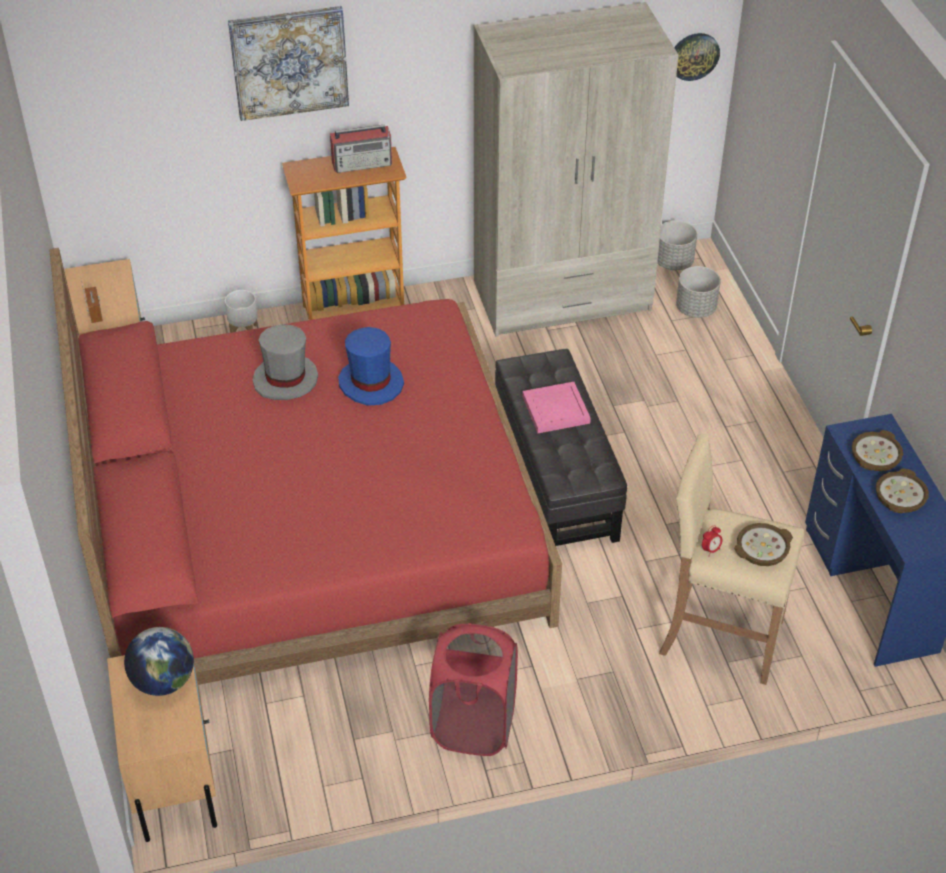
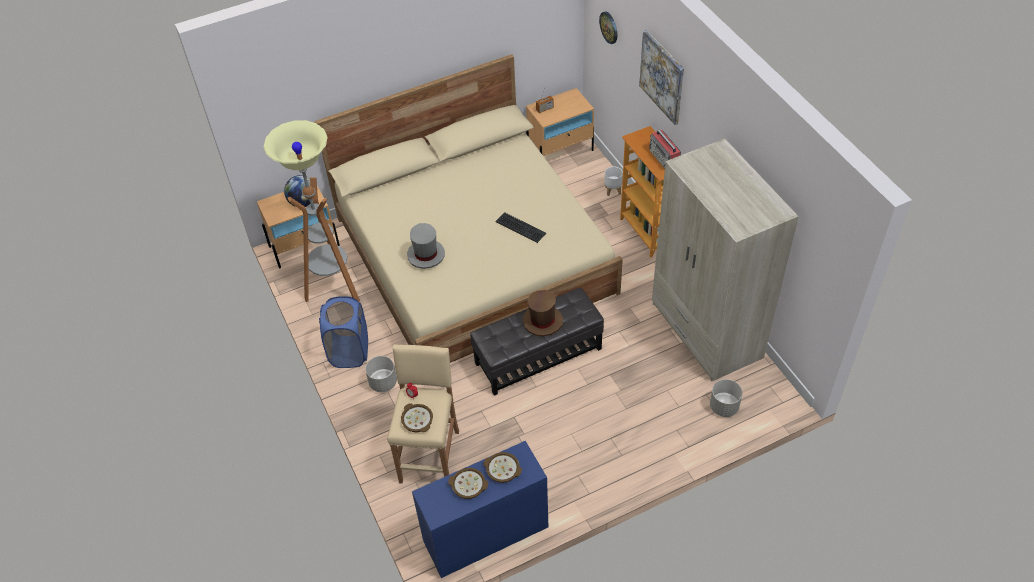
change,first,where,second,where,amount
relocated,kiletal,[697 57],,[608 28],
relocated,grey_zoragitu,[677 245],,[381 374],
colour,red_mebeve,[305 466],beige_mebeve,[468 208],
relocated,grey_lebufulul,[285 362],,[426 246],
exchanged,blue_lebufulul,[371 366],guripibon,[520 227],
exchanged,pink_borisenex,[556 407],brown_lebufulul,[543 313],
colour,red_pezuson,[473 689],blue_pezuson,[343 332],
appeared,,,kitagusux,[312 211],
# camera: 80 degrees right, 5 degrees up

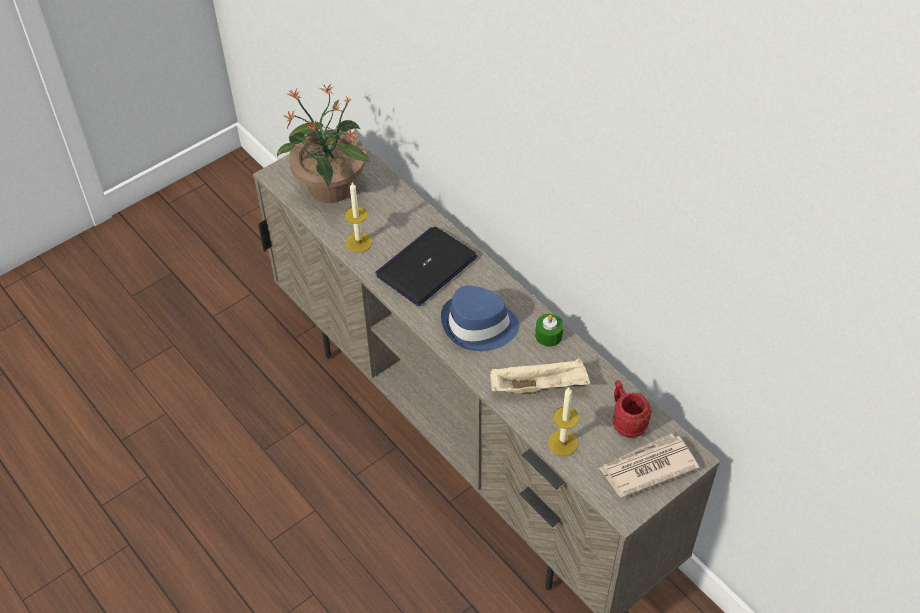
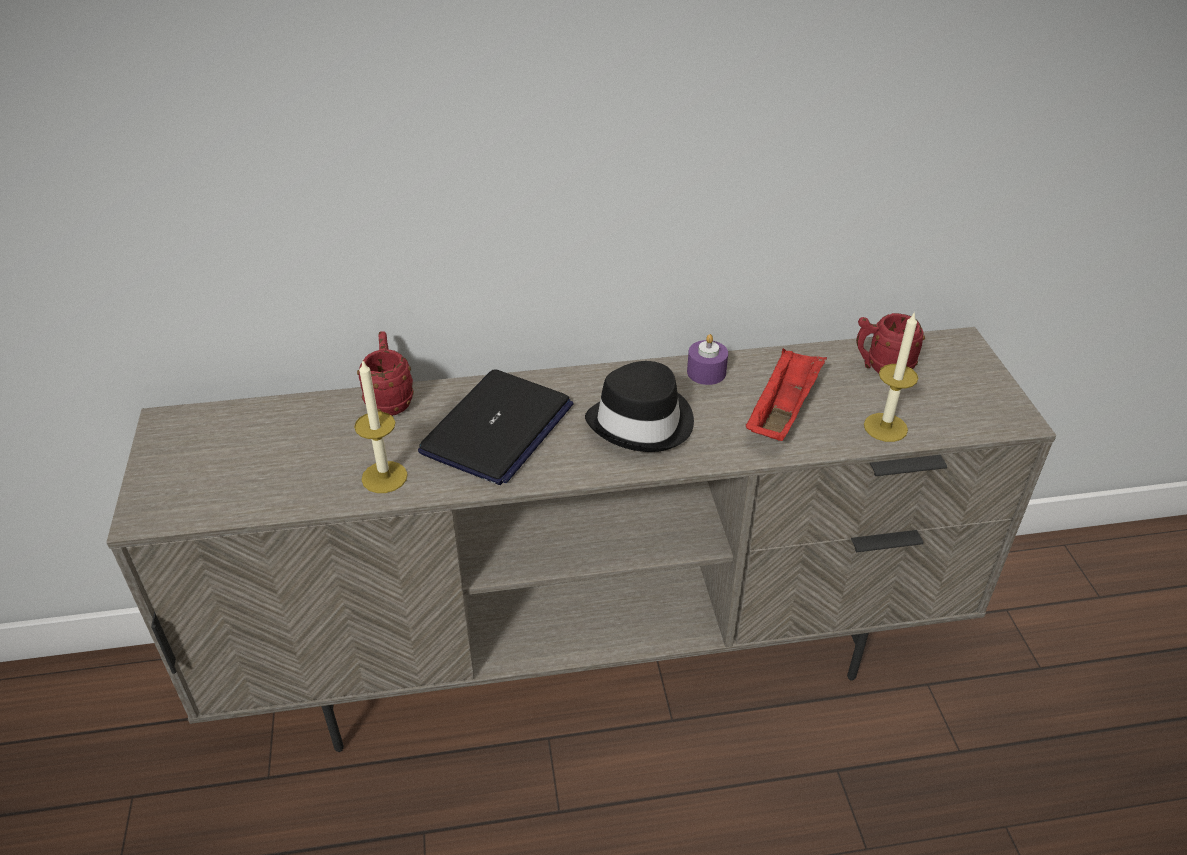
change,first,where,second,where,amount
missing,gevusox,[324 143],,,
spun,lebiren,[426 266],,[496 427],135 degrees counterclockwise
colour,blue_lebufulul,[480 318],black_lebufulul,[639 406],
colour,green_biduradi,[549 330],purple_biduradi,[707 359],
colour,beige_borisenex,[540 376],red_borisenex,[786 394],
missing,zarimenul,[649 465],,,
appeared,,,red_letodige,[385 374],
# camera: 60 degrees left, 10 degrees down

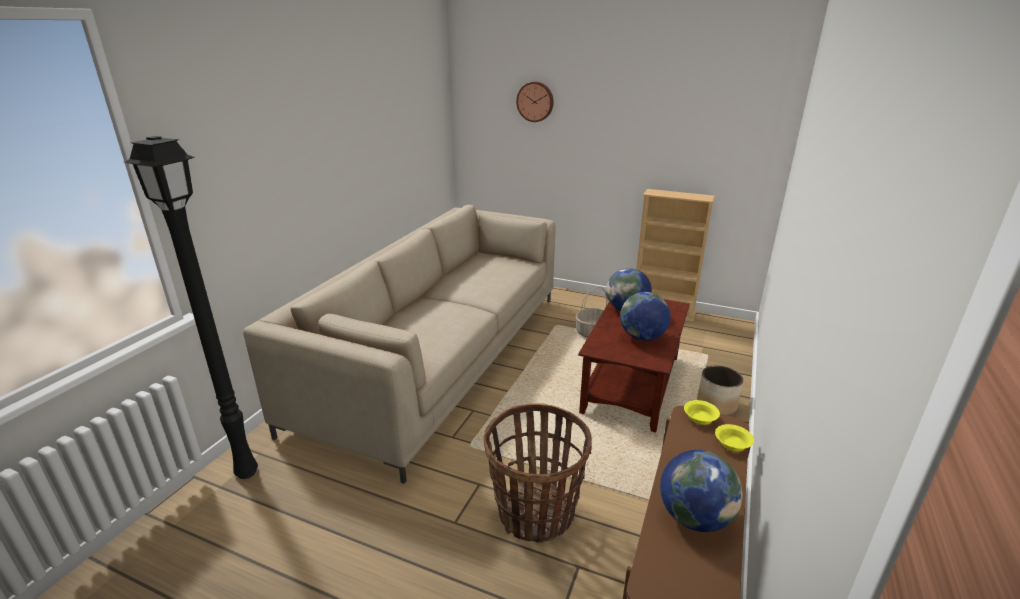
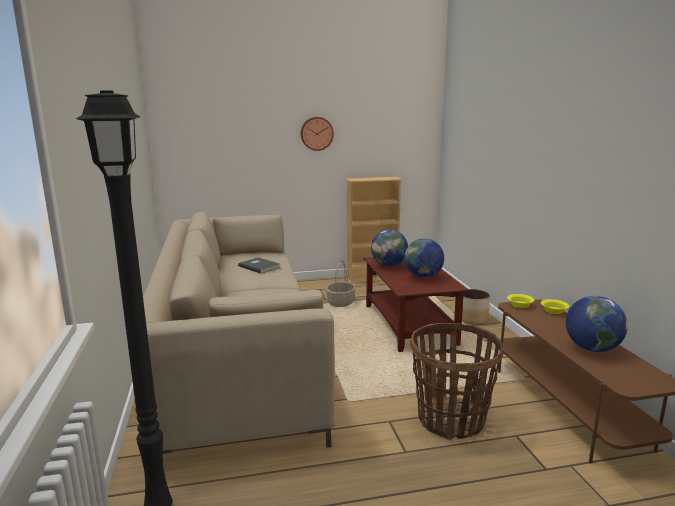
change,first,where,second,where,amount
relocated,kiletal,[535 102],,[317 134],
appeared,,,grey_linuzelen,[259 265],
# camera: 35 degrees left, 10 degrees down

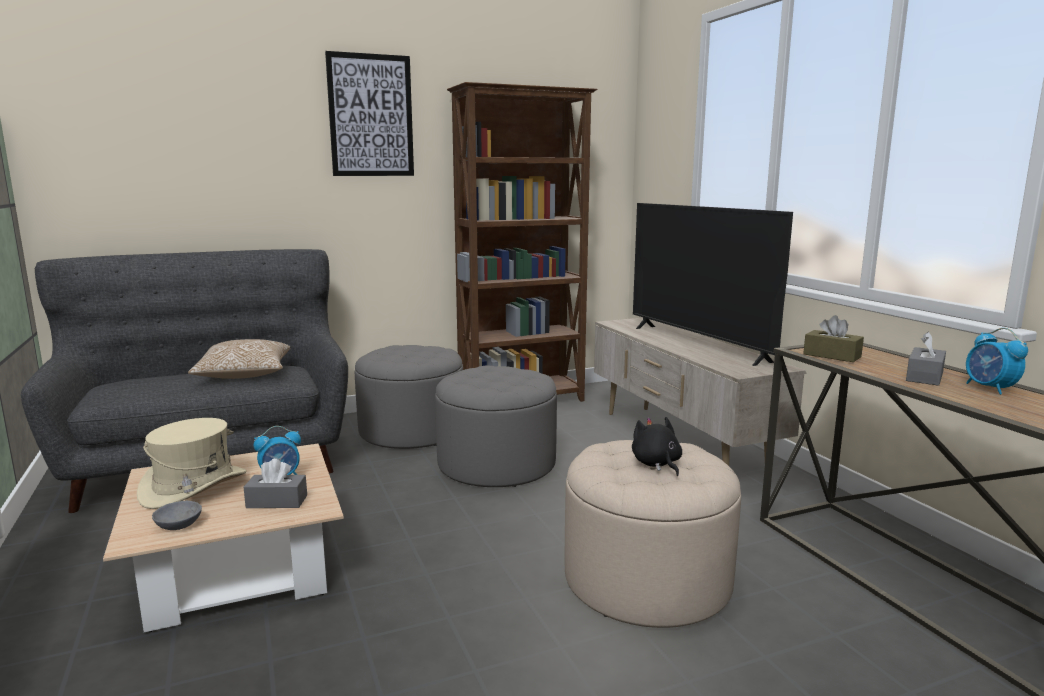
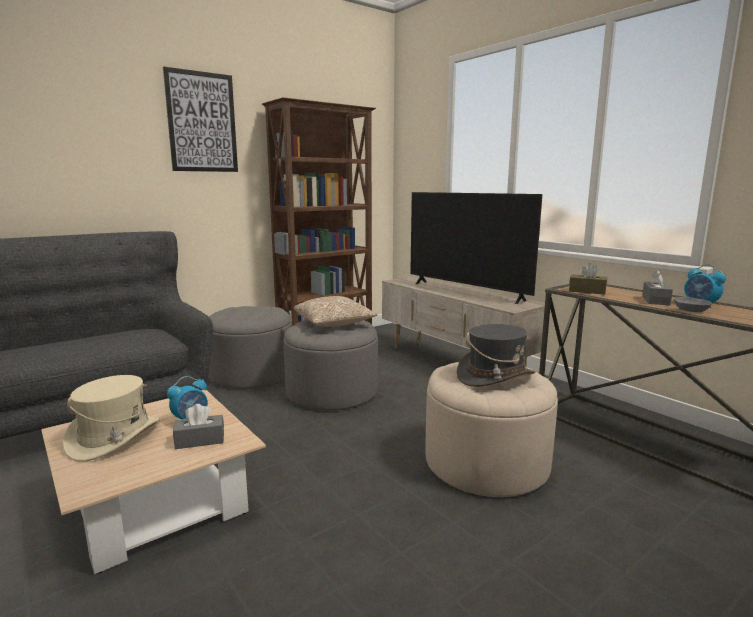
change,first,where,second,where,amount
relocated,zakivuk,[239 359],,[335 311],
exchanged,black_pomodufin,[657 446],grey_lebufulul,[496 355],
relocated,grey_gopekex,[177 515],,[693 304],
# camera: 15 degrees left, 0 degrees up

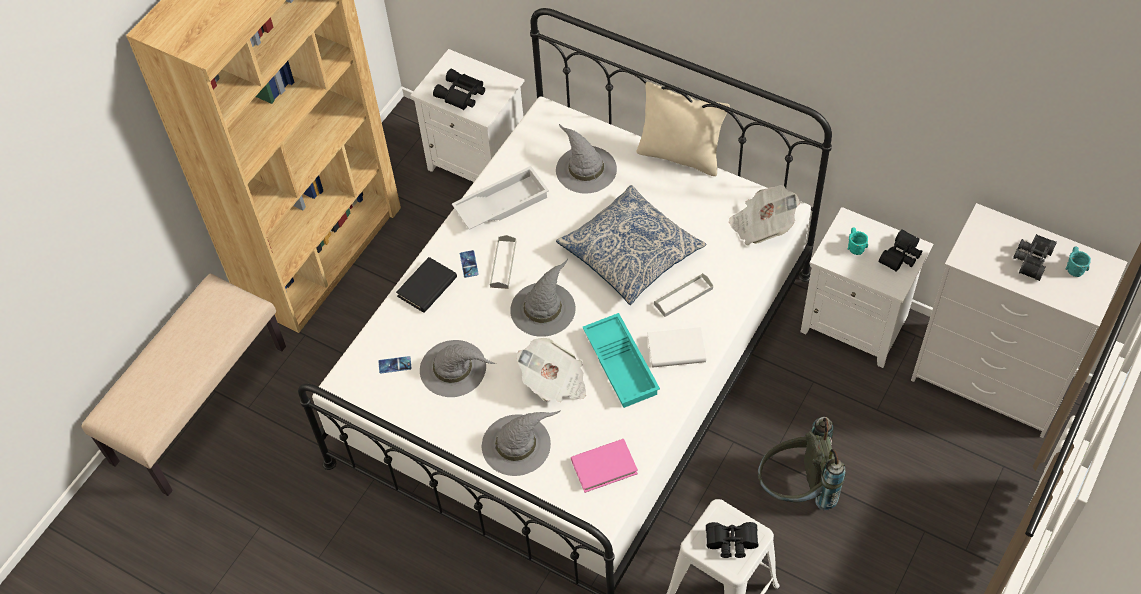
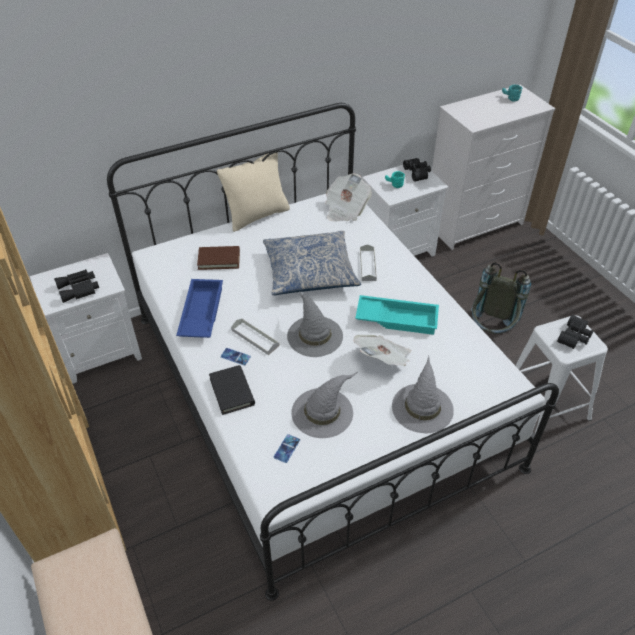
change,first,where,second,where,amount
exchanged,grey_lebufulul,[586 159],brown_linuzelen,[218 258],
colour,white_borisenex,[500 198],blue_borisenex,[199 308],
missing,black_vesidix,[1035 257],,,
missing,white_linuzelen,[677 347],,,
missing,pink_linuzelen,[604 466],,,
# camera: 60 degrees left, 10 degrees down

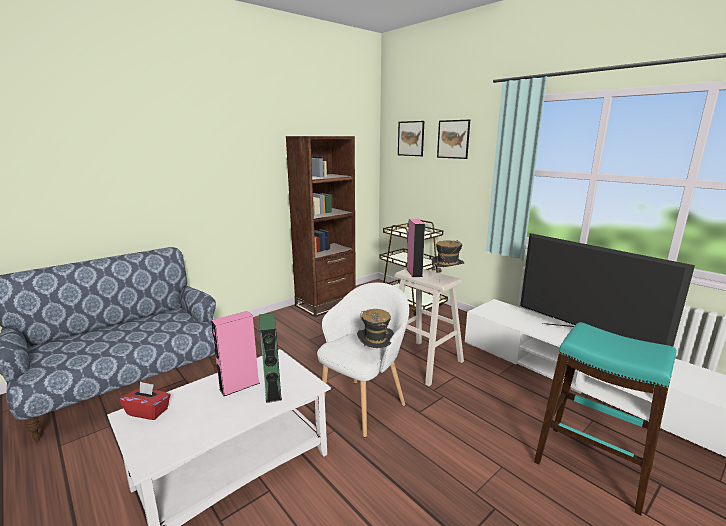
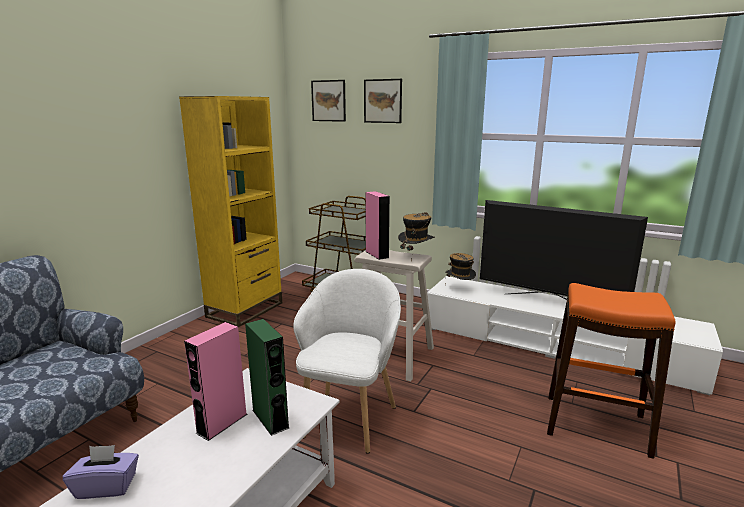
change,first,where,second,where,amount
colour,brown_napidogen,[321 226],yellow_napidogen,[230 211],
relocated,lebufulul,[375 328],,[461 266],
colour,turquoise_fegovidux,[605 419],orange_fegovidux,[611 371],
colour,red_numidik,[145 401],purple_numidik,[101 472],
# camera: 20 degrees left, 0 degrees up

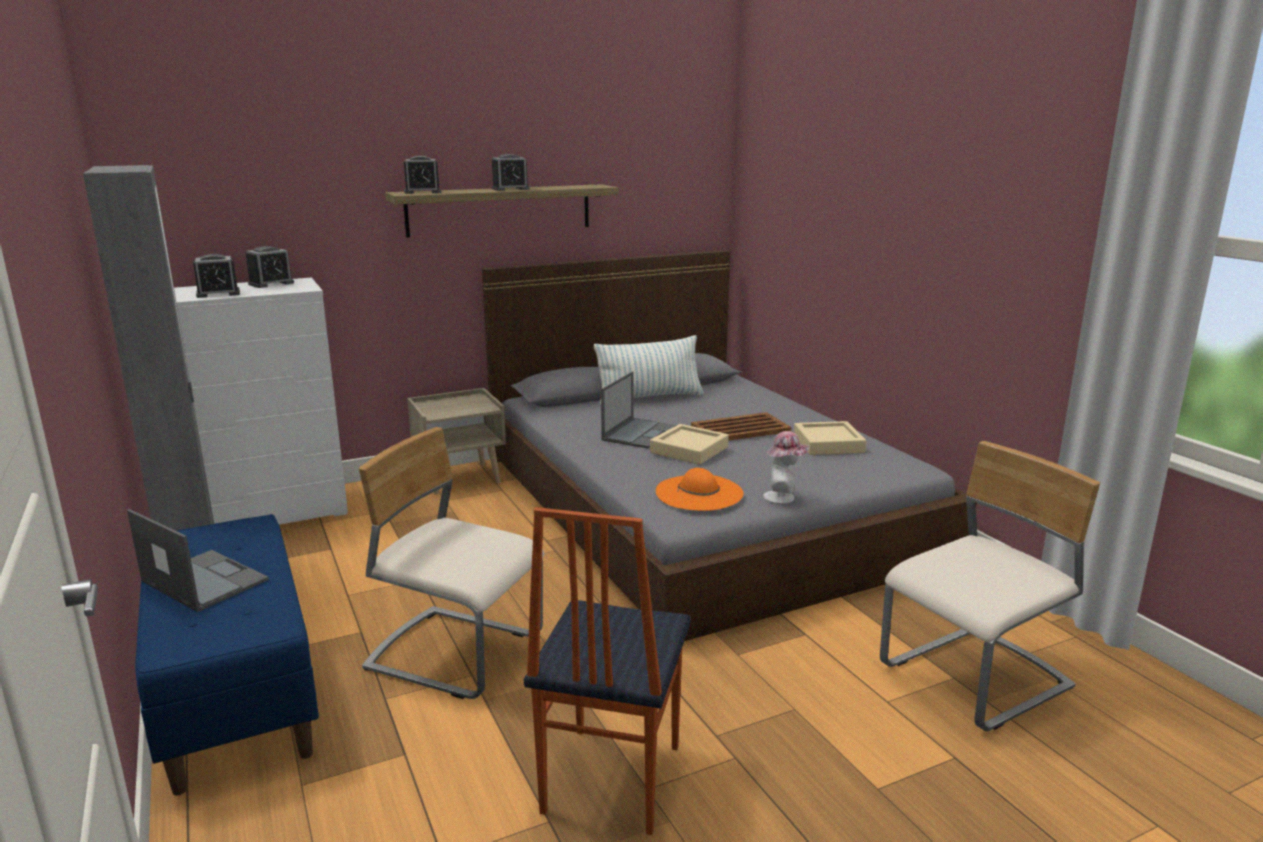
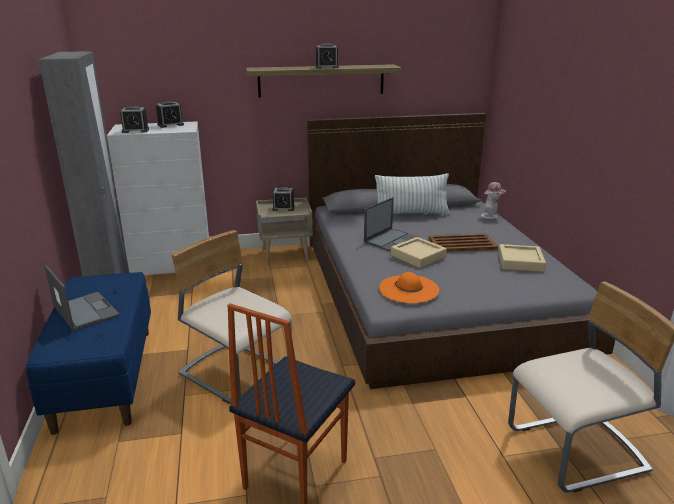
change,first,where,second,where,amount
relocated,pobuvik,[422 175],,[283 199],
relocated,lebufulul,[786 467],,[493 200],
# camera: 15 degrees right, 5 degrees up

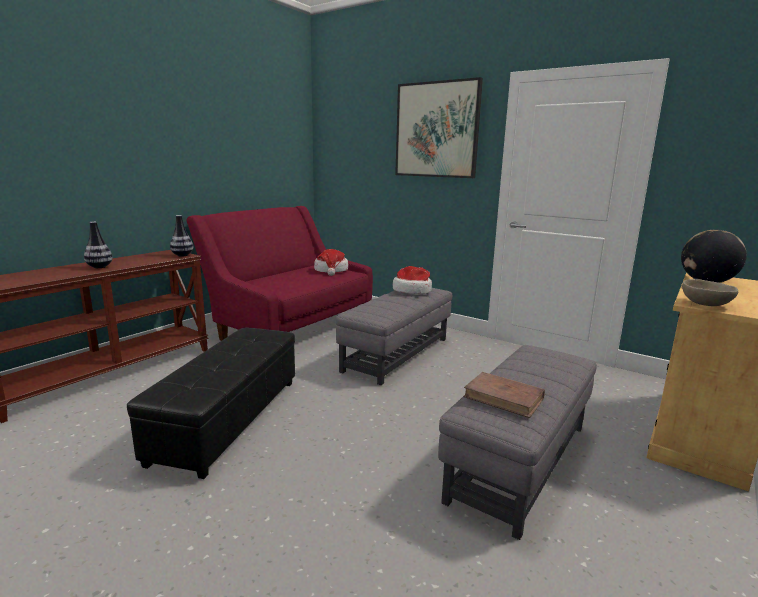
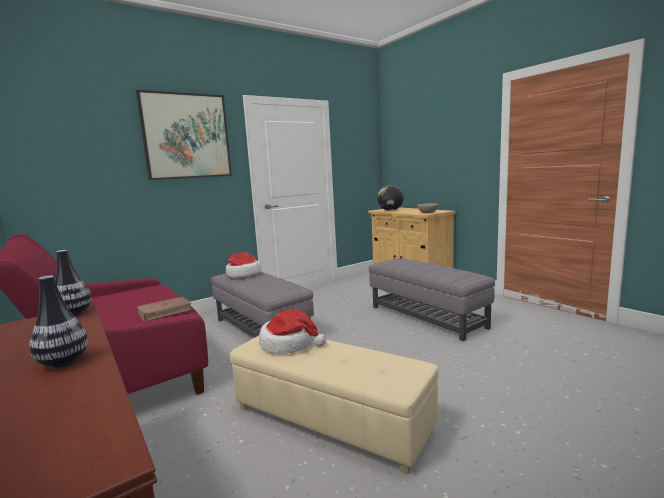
change,first,where,second,where,amount
relocated,lebufulul,[331 262],,[292 331],
colour,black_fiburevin,[211 403],beige_fiburevin,[334 405],
relocated,brown_linuzelen,[504 395],,[165 308],
# camera: 70 degrees left, 5 degrees down

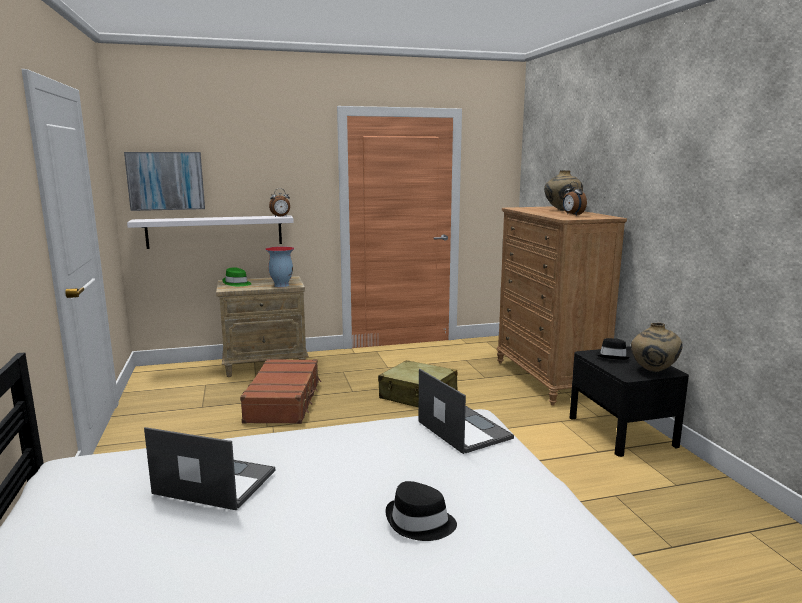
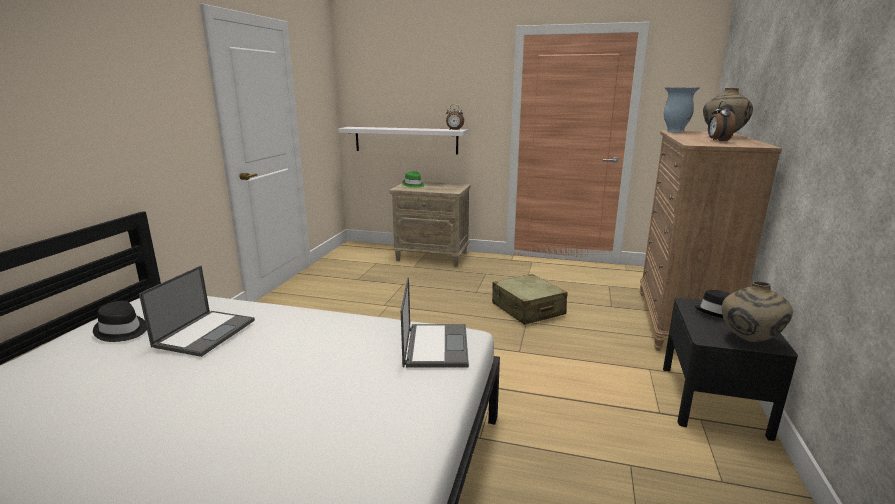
change,first,where,second,where,amount
missing,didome,[164 181],,,
relocated,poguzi,[279 266],,[682 110],
missing,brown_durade,[280 391],,,
spun,lebiren,[209 468],,[197 311],60 degrees clockwise
relocated,black_lebufulul,[421 511],,[120 321],
# camera: 30 degrees right, 5 degrees up

